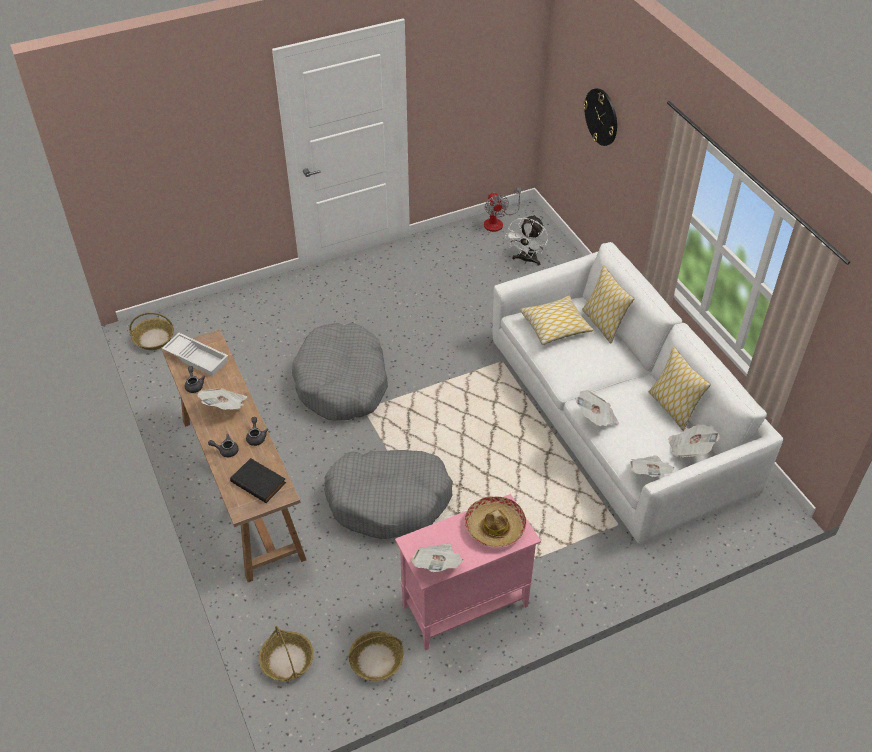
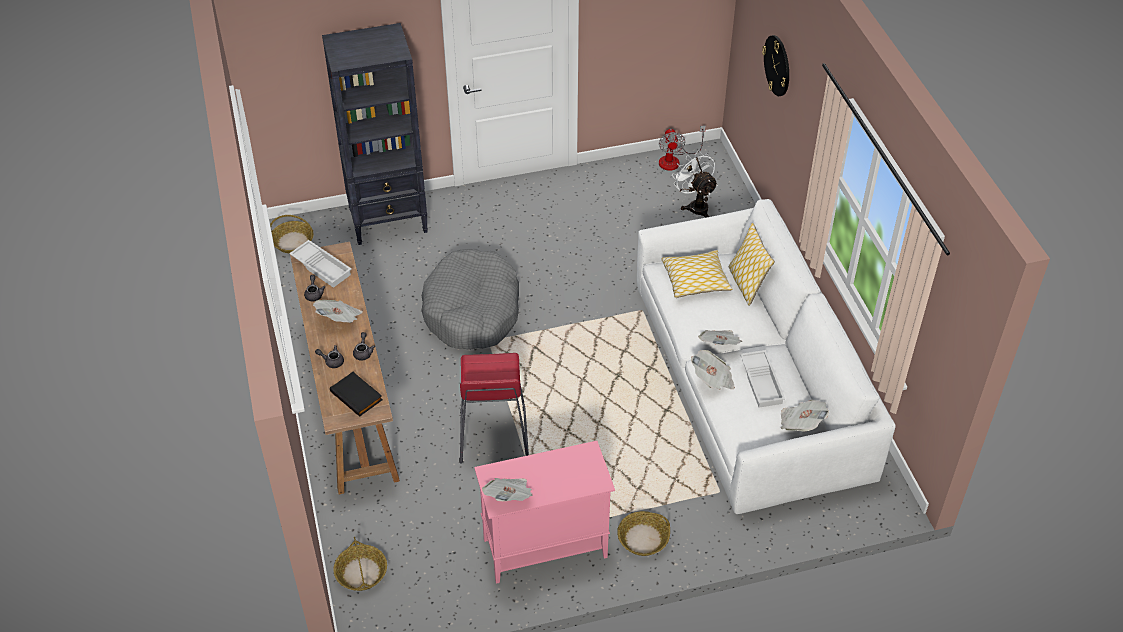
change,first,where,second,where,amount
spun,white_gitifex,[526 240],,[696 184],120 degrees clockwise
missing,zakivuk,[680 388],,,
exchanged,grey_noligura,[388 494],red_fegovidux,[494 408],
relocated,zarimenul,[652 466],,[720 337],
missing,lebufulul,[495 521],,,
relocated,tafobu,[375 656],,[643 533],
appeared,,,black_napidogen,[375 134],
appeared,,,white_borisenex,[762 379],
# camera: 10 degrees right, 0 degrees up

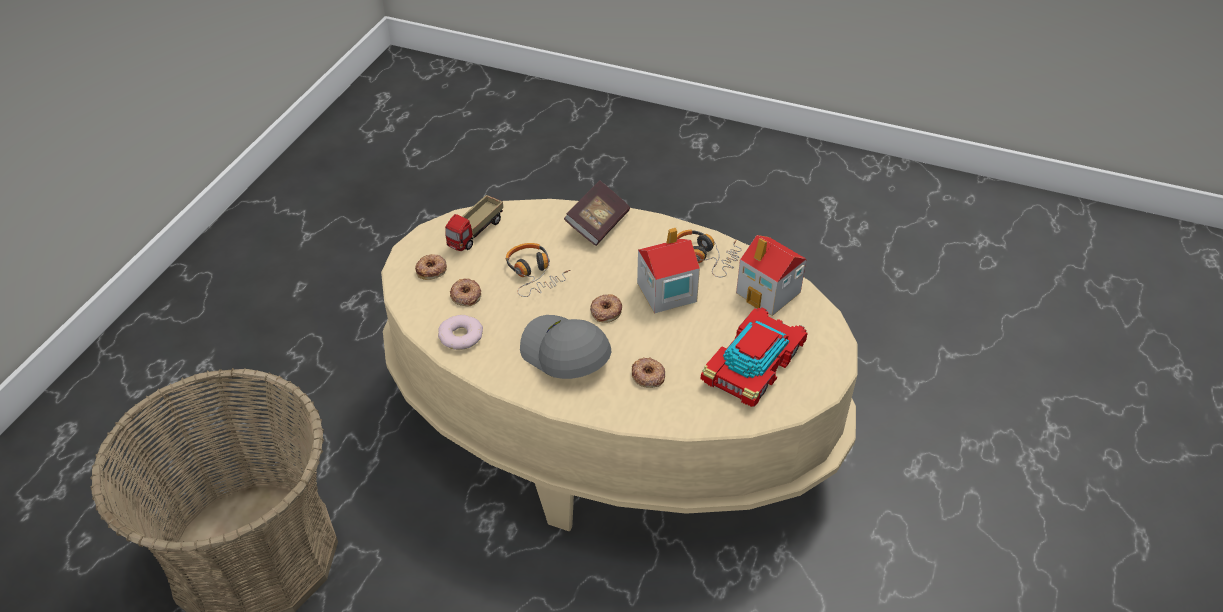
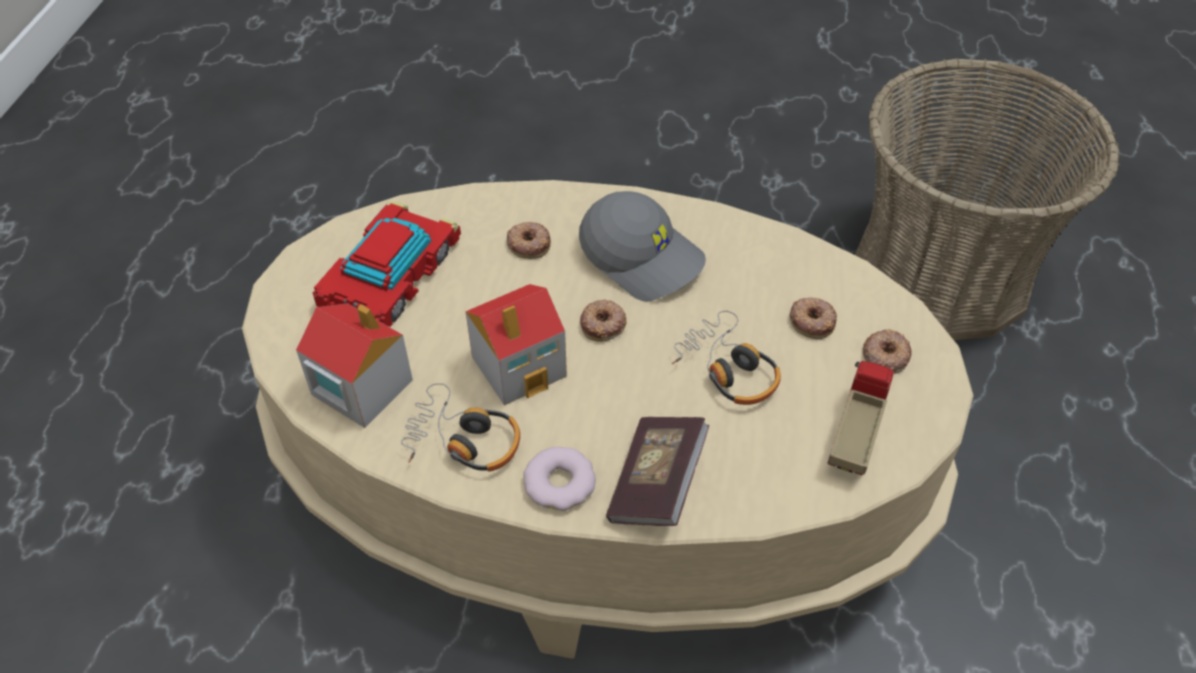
change,first,where,second,where,amount
relocated,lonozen,[460 332],,[559 479],
# camera: 170 degrees right, 5 degrees up

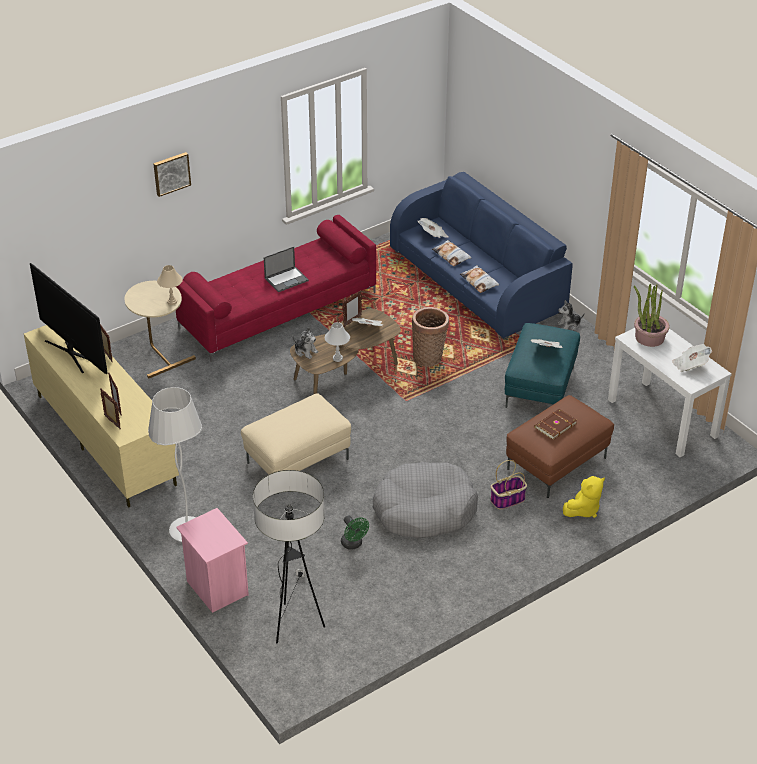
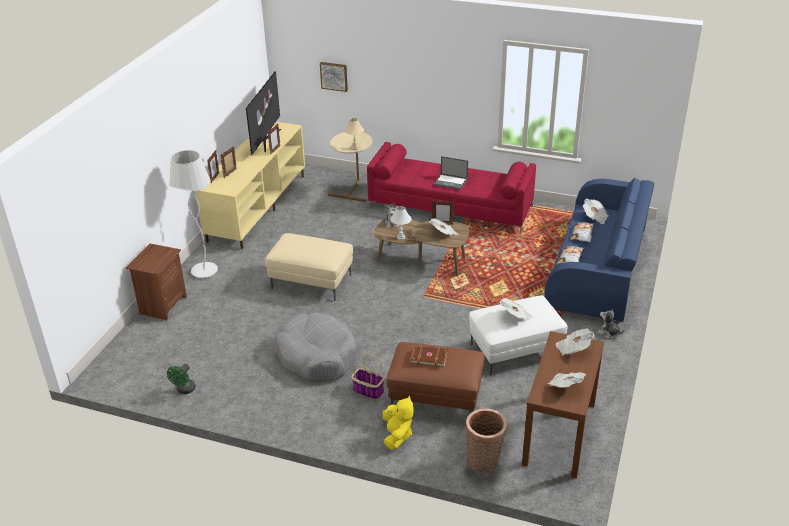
change,first,where,second,where,amount
relocated,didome,[172 174],,[334 77],
exchanged,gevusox,[652 315],zarimenul,[575 341],
relocated,tafobu,[430 337],,[486 440],
colour,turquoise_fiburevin,[542 365],white_fiburevin,[518 335],
colour,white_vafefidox,[670 392],brown_vafefidox,[563 405],
missing,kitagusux,[289 556],,,
spun,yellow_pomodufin,[584 497],,[398 423],105 degrees counterclockwise
colour,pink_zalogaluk,[212 560],brown_zalogaluk,[156 282],
relocated,green_gitifex,[355 532],,[181 379],
# camera: 55 degrees right, 5 degrees down

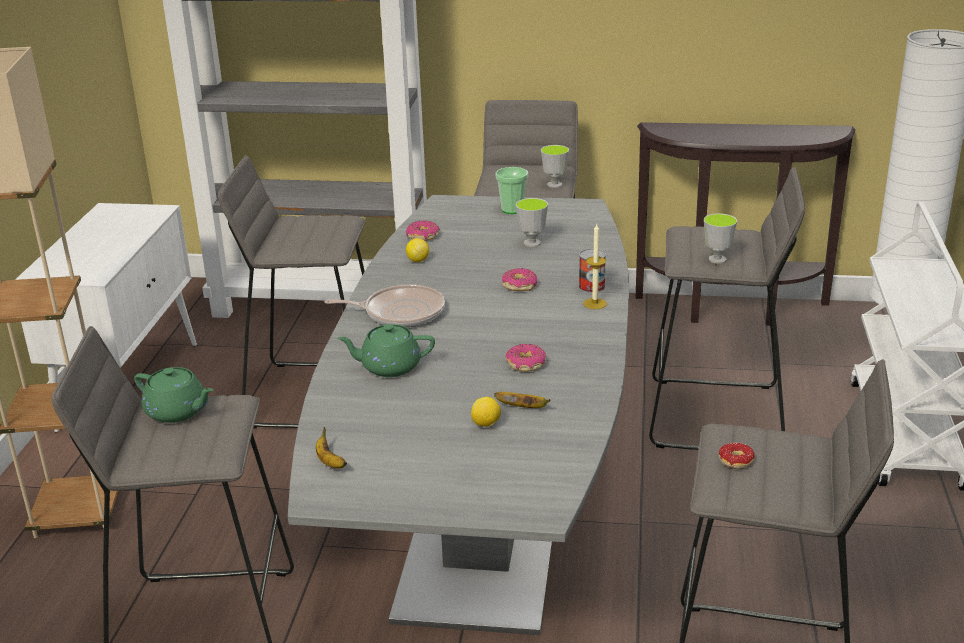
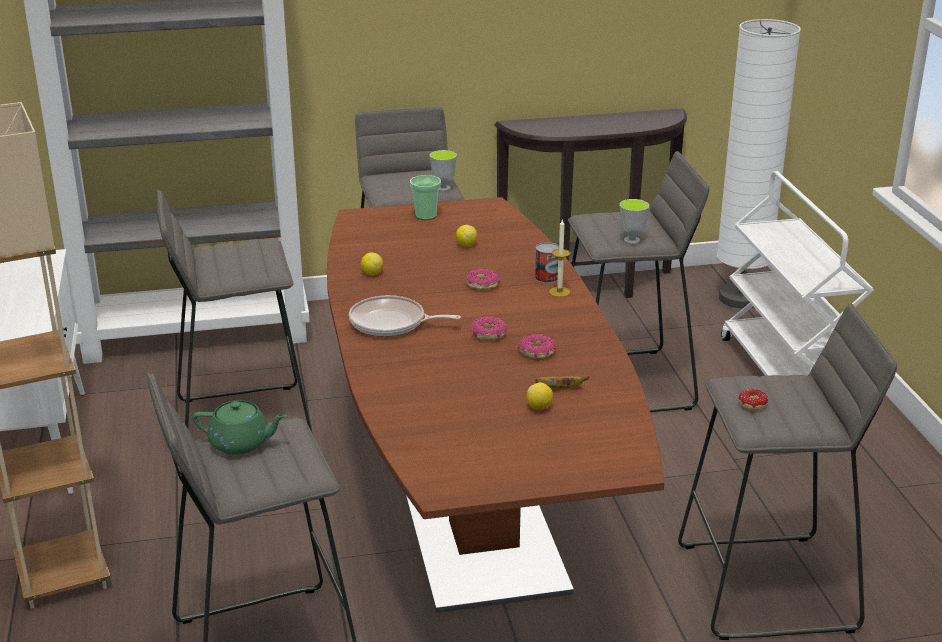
change,first,where,second,where,amount
colour,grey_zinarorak,[458 415],brown_zinarorak,[495 405],
exchanged,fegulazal,[532 222],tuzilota,[466 236],
relocated,lonozen,[423 230],,[489 328],
spun,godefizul,[385 305],,[405 316],150 degrees counterclockwise
missing,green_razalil,[386 350],,,
missing,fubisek,[331 448],,,
# camera: 20 degrees left, 0 degrees up

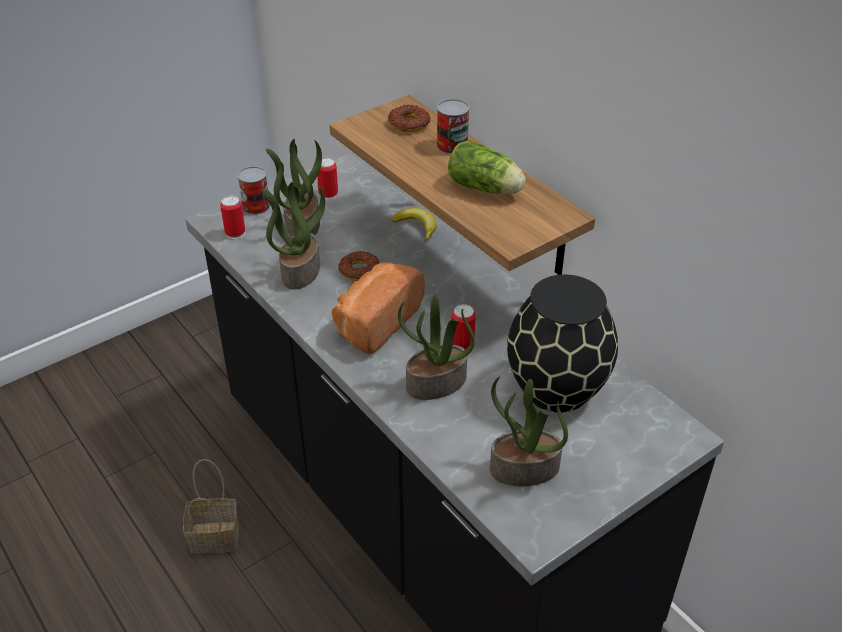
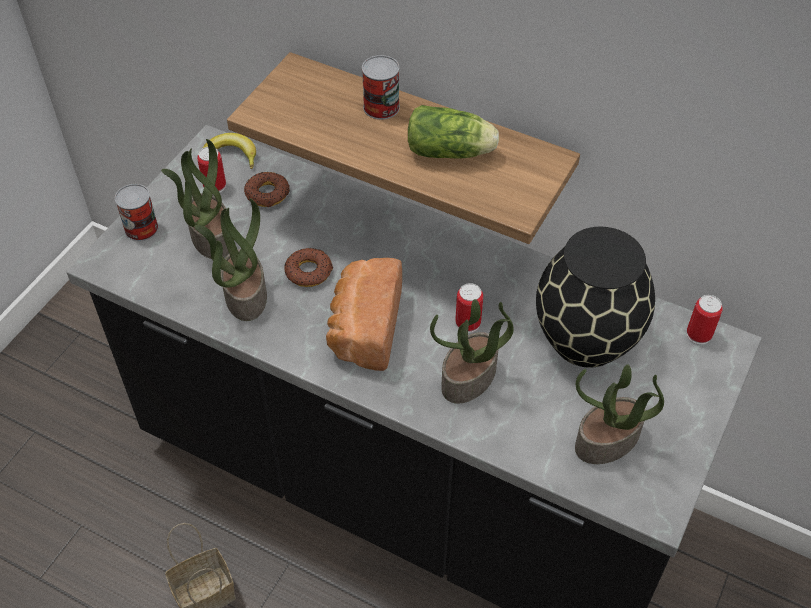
change,first,where,second,where,amount
relocated,lonozen,[409 118],,[267 189],
relocated,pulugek,[232 217],,[705 320],
relocated,fubisek,[413 225],,[229 151],
# camera: 25 degrees left, 10 degrees up

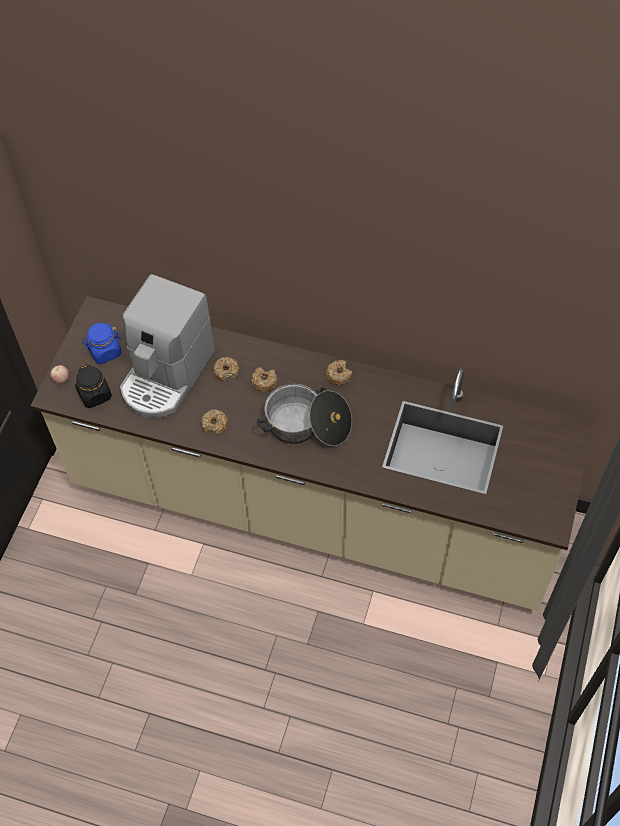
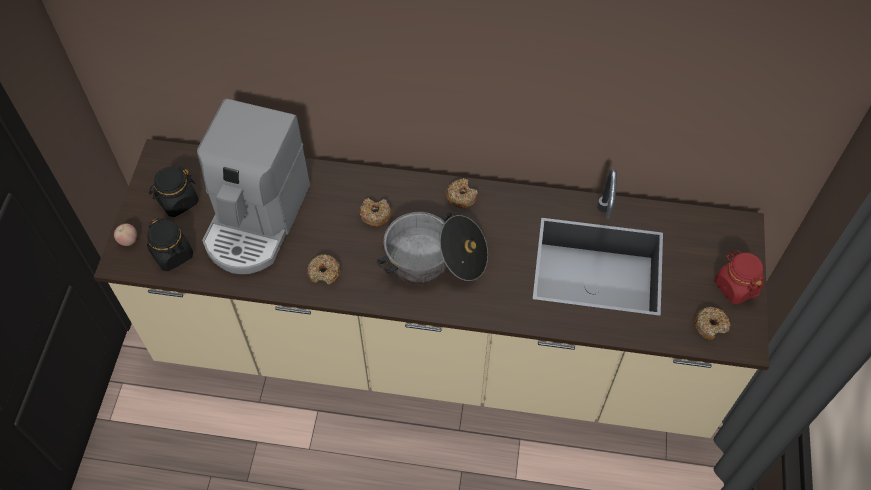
change,first,where,second,where,amount
colour,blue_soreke,[102 343],black_soreke,[173 192],
relocated,lonozen,[226 369],,[712 323],
appeared,,,red_soreke,[739 277],
# camera: 10 degrees left, 0 degrees up

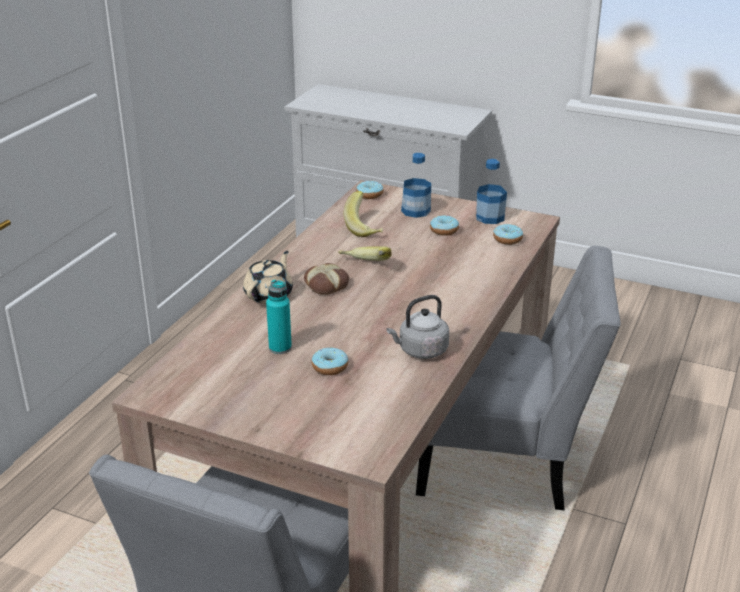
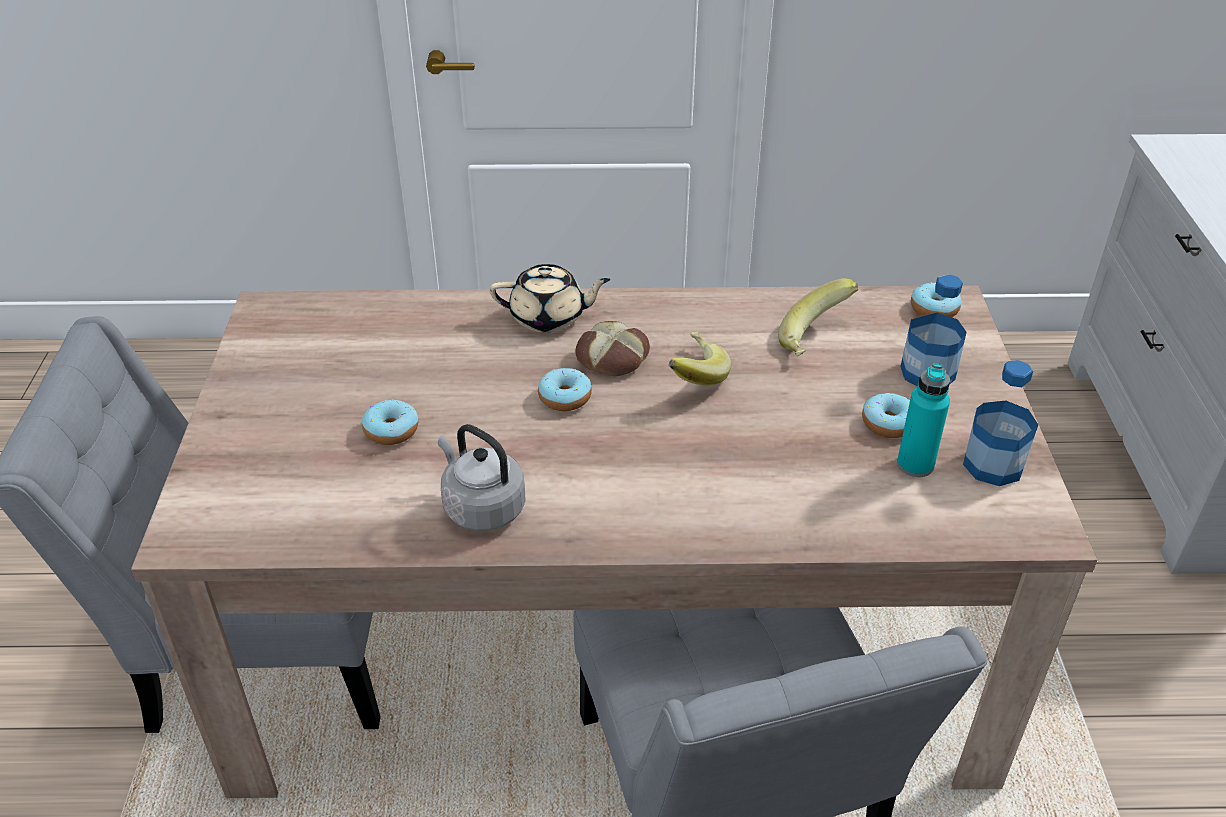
change,first,where,second,where,amount
relocated,lonozen,[508 234],,[565 389],
relocated,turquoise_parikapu,[279 316],,[923 420],
# camera: 65 degrees right, 10 degrees up

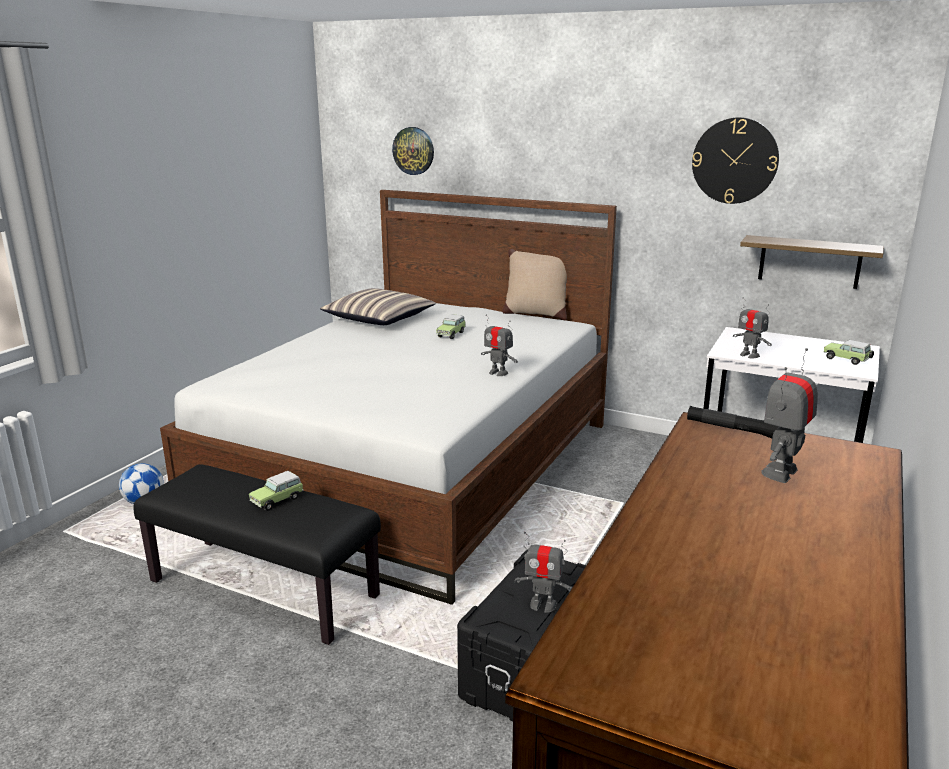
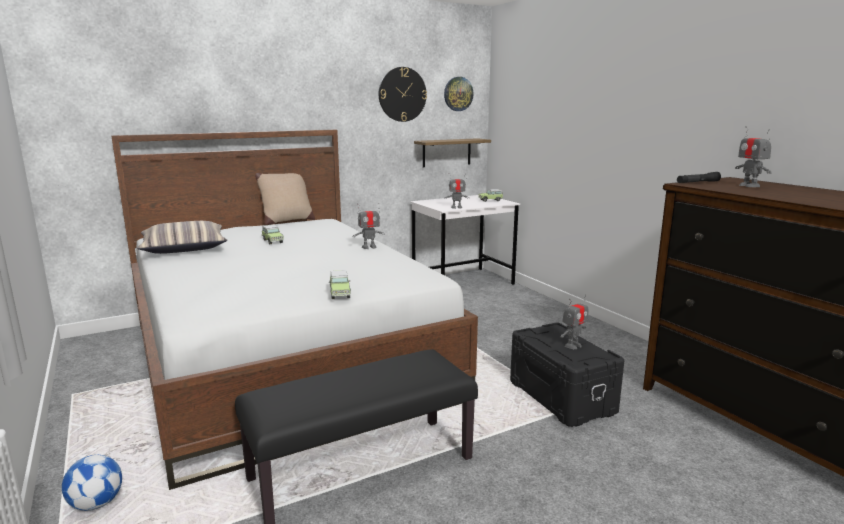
change,first,where,second,where,amount
relocated,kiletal,[413 151],,[459 94],
relocated,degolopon,[276 491],,[340 284],
# camera: 55 degrees left, 5 degrees down

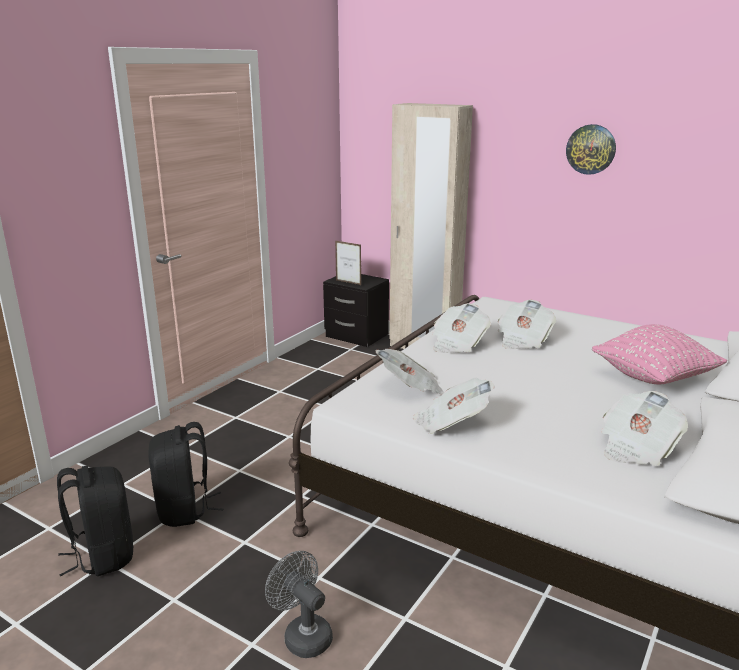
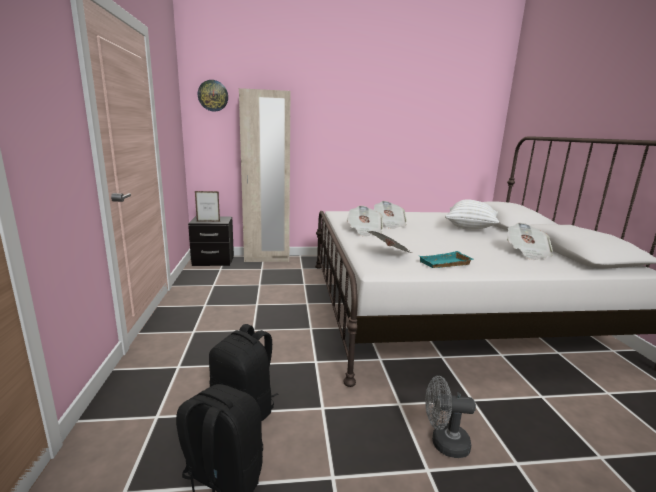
change,first,where,second,where,amount
relocated,kiletal,[591 149],,[213 96],
colour,pink_zakivuk,[659 354],white_zakivuk,[472 214],
exchanged,zarimenul,[454 406],turquoise_borisenex,[446 259],
# camera: 40 degrees left, 5 degrees down

